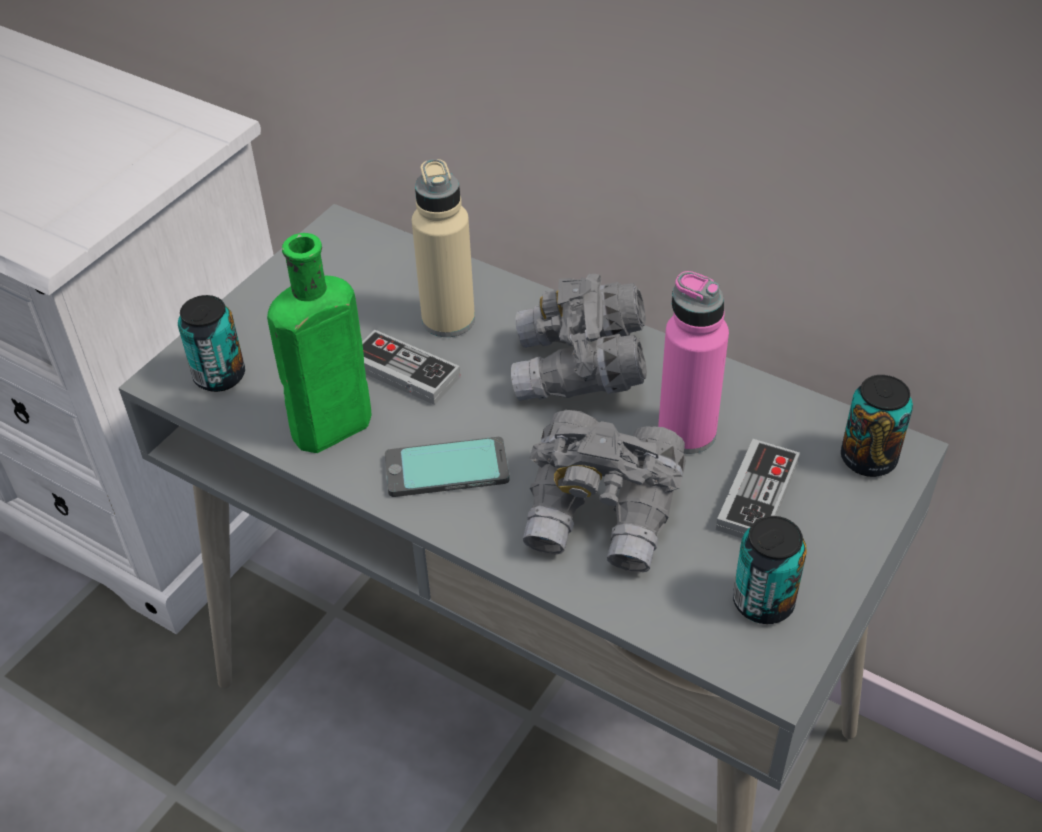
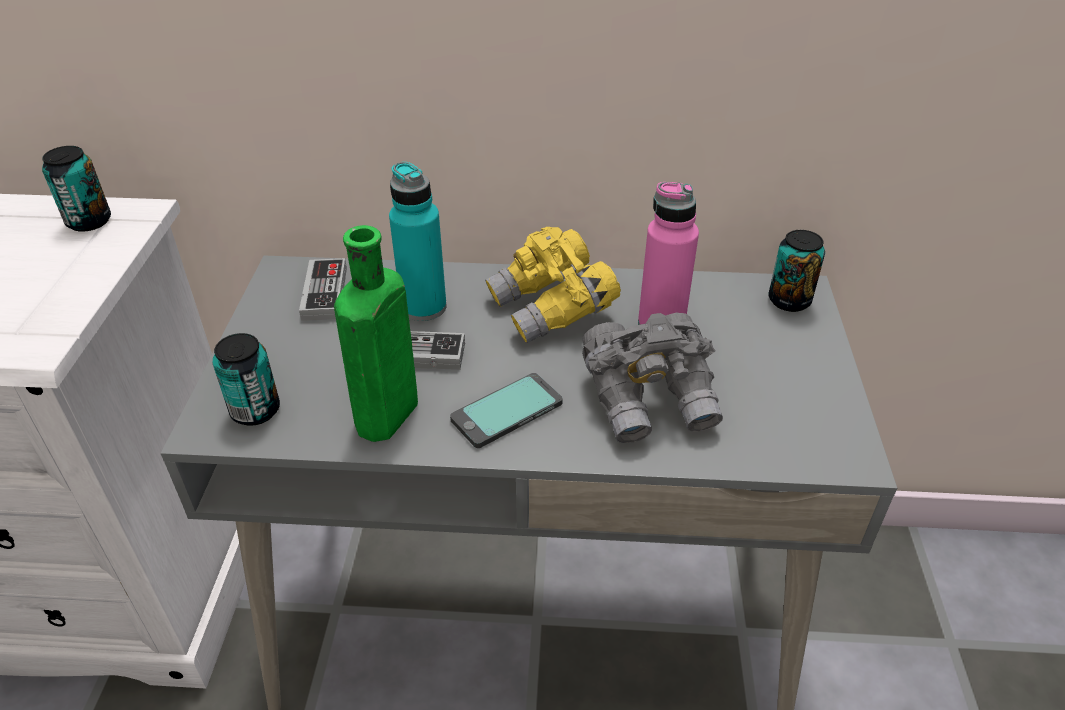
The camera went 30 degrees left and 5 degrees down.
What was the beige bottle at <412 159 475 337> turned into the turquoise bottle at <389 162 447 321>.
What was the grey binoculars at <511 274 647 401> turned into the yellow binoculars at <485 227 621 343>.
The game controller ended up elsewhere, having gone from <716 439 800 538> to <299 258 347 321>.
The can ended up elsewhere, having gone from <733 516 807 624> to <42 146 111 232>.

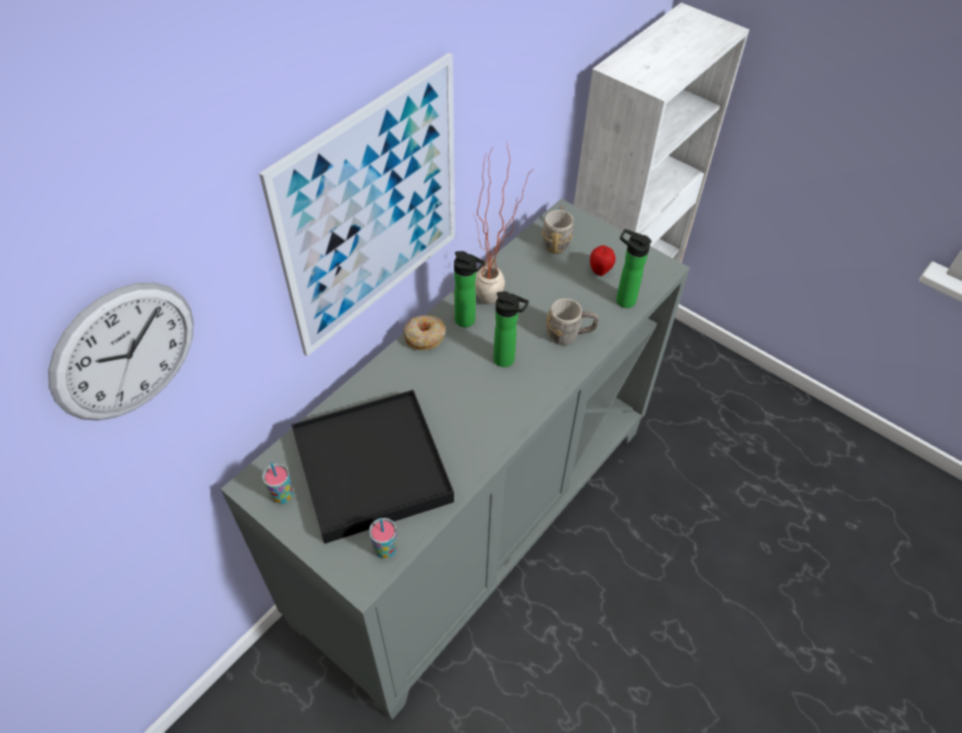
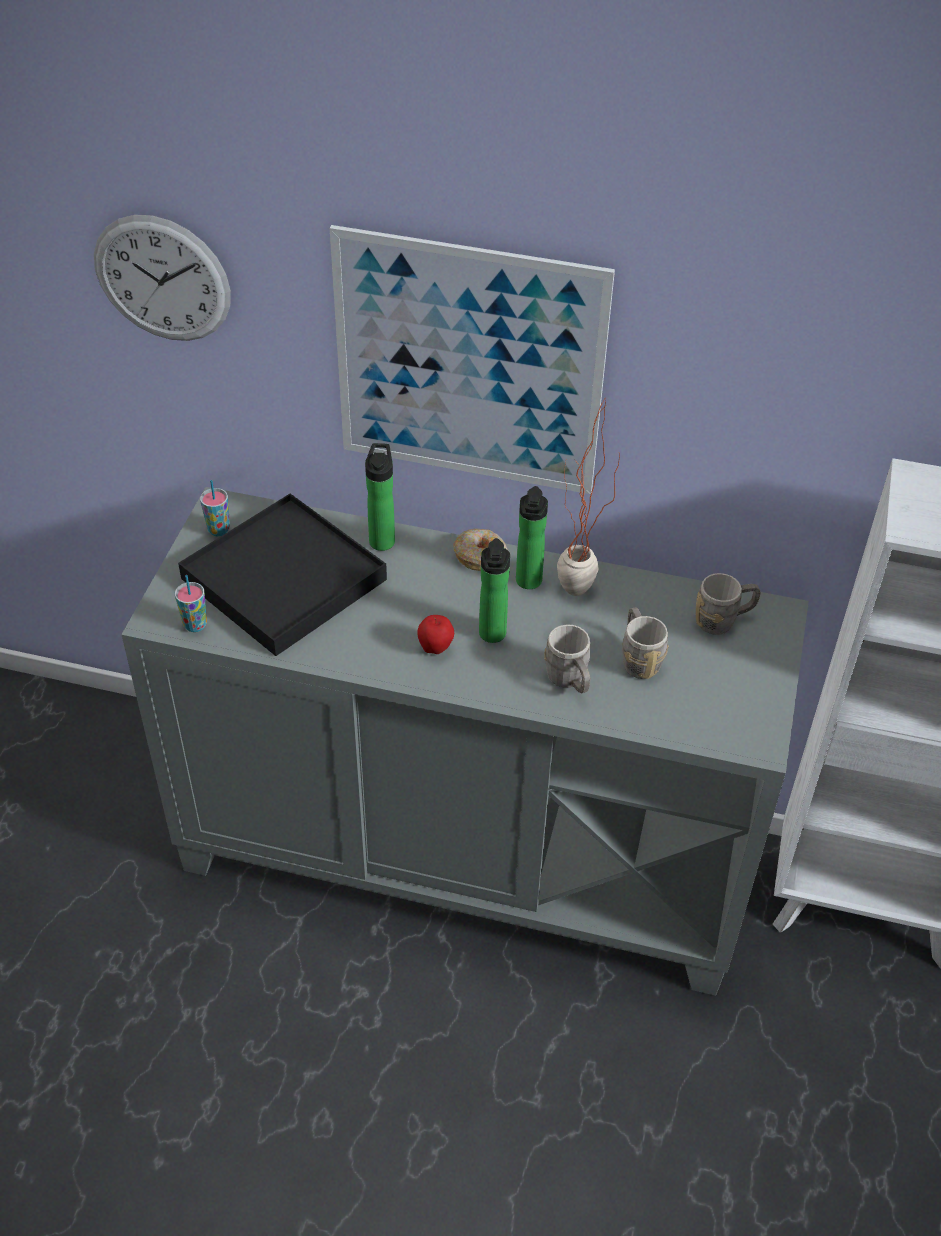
The camera went 65 degrees right and 5 degrees down.
The apple ended up elsewhere, having gone from <590 245 616 276> to <417 615 454 654>.
The bottle ended up elsewhere, having gone from <616 229 652 308> to <365 443 395 551>.
The second view gained the grey mug at <622 607 669 679>.

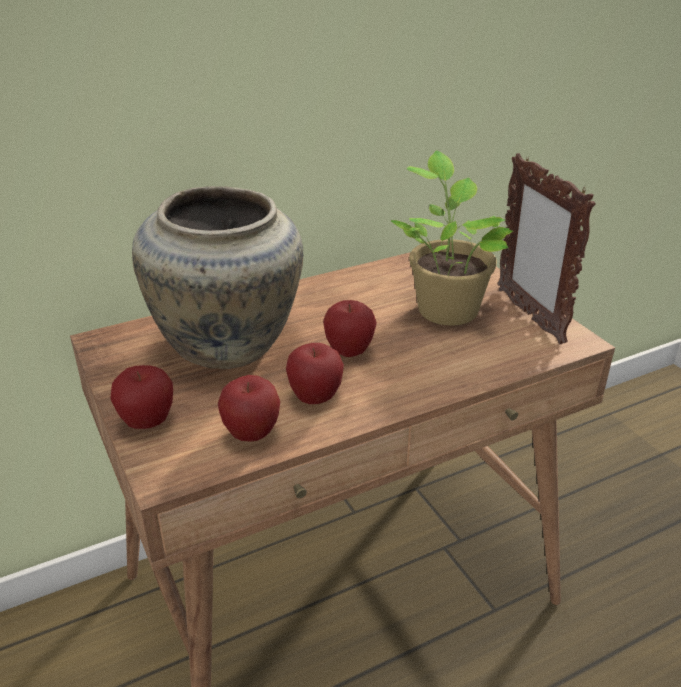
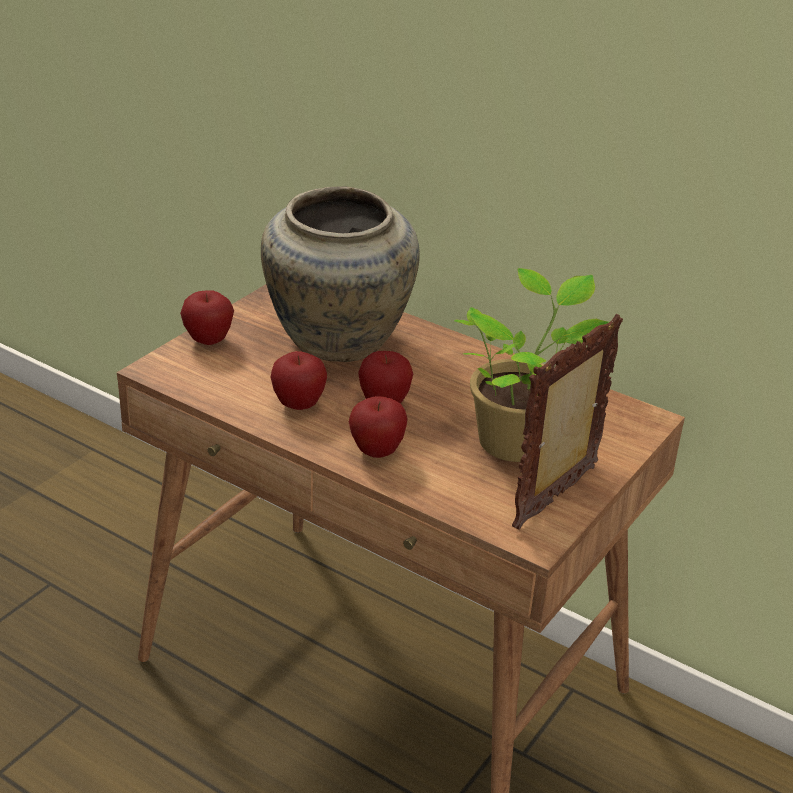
The camera went 60 degrees right and 0 degrees up.
The apple ended up elsewhere, having gone from <218 375 280 441> to <349 396 408 458>.

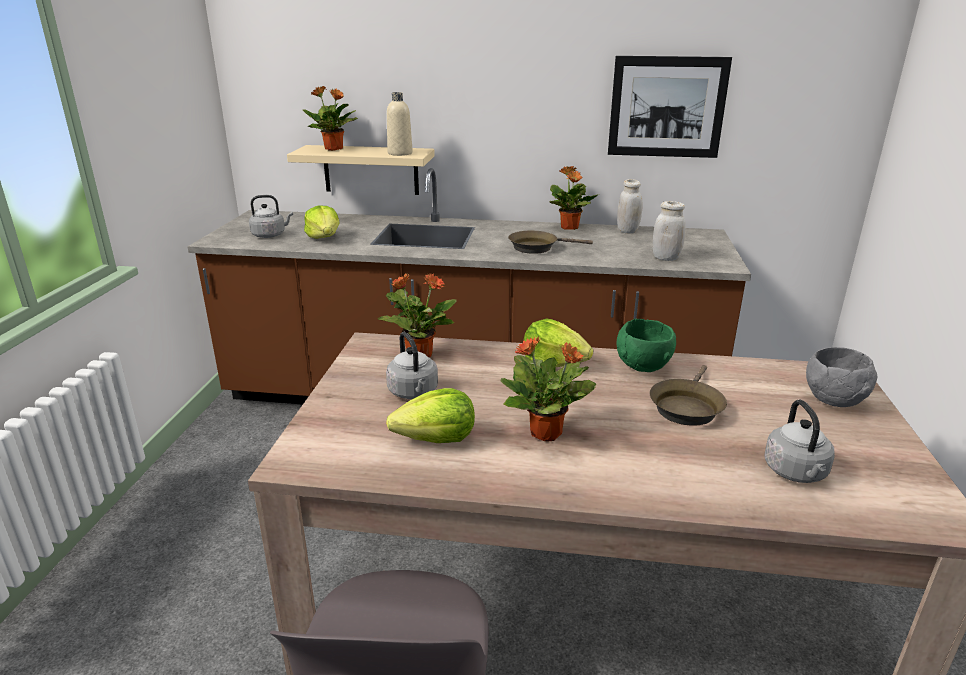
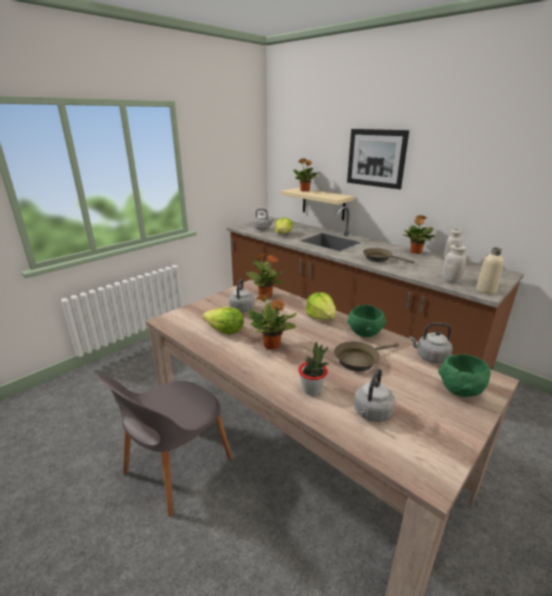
The camera went 35 degrees right and 0 degrees up.
The beige bottle ended up elsewhere, having gone from <387 92 413 156> to <476 247 504 294>.
The picture ended up elsewhere, having gone from <608 56 732 158> to <347 129 409 189>.
What was the grey bowl at <806 347 877 407> turned into the green bowl at <438 354 491 397>.
The second view gained the potted plant at <298 342 329 396>.
The second view gained the grey kettle at <409 323 453 363>.

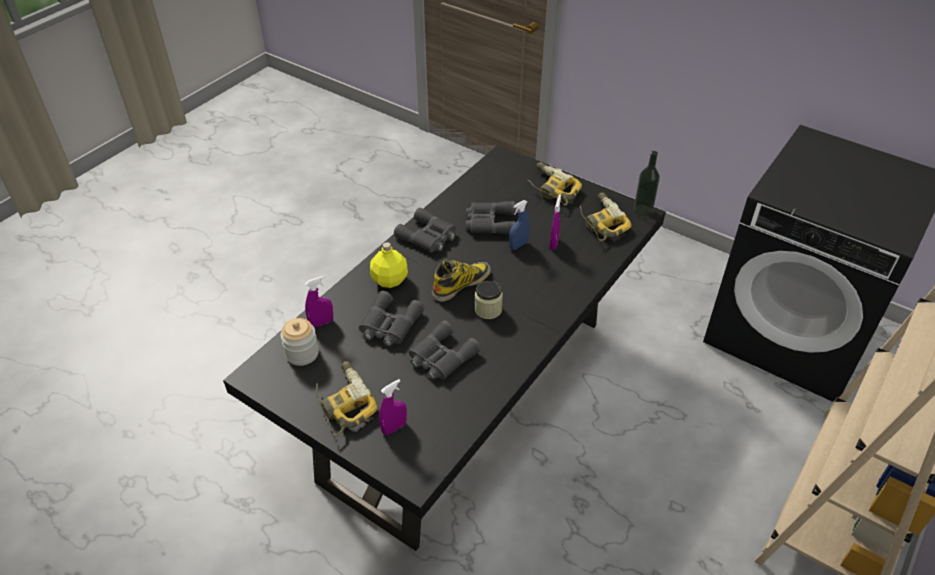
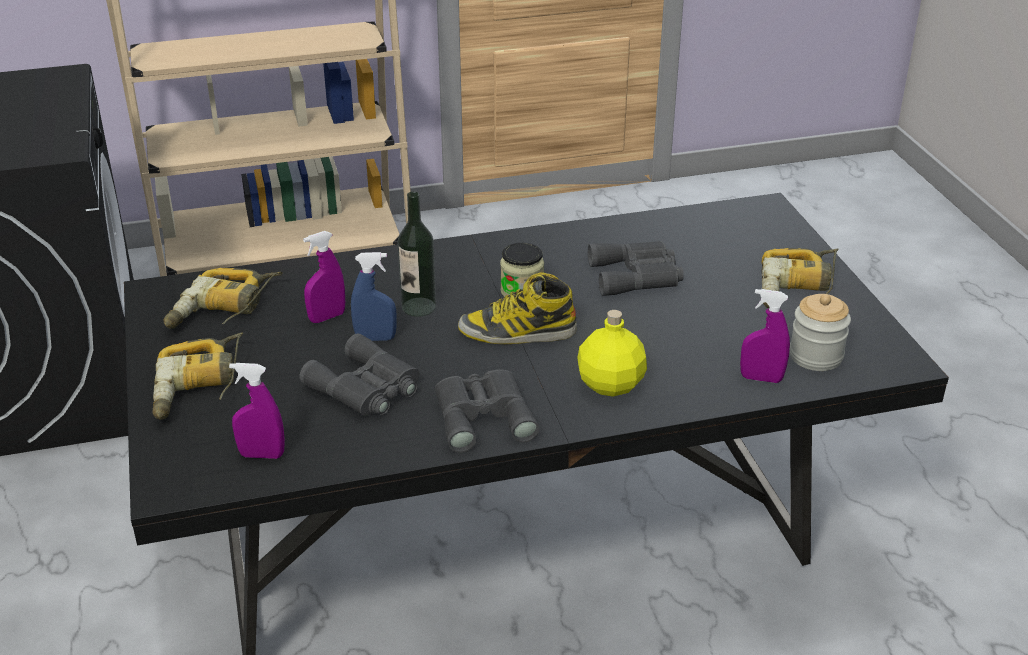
The camera went 140 degrees left and 10 degrees down.
The second view lost the grey binoculars at <359 291 424 347>.
The purple spray bottle ended up elsewhere, having gone from <379 379 407 435> to <229 363 285 459>.
The bottle ended up elsewhere, having gone from <634 151 660 217> to <398 192 436 317>.

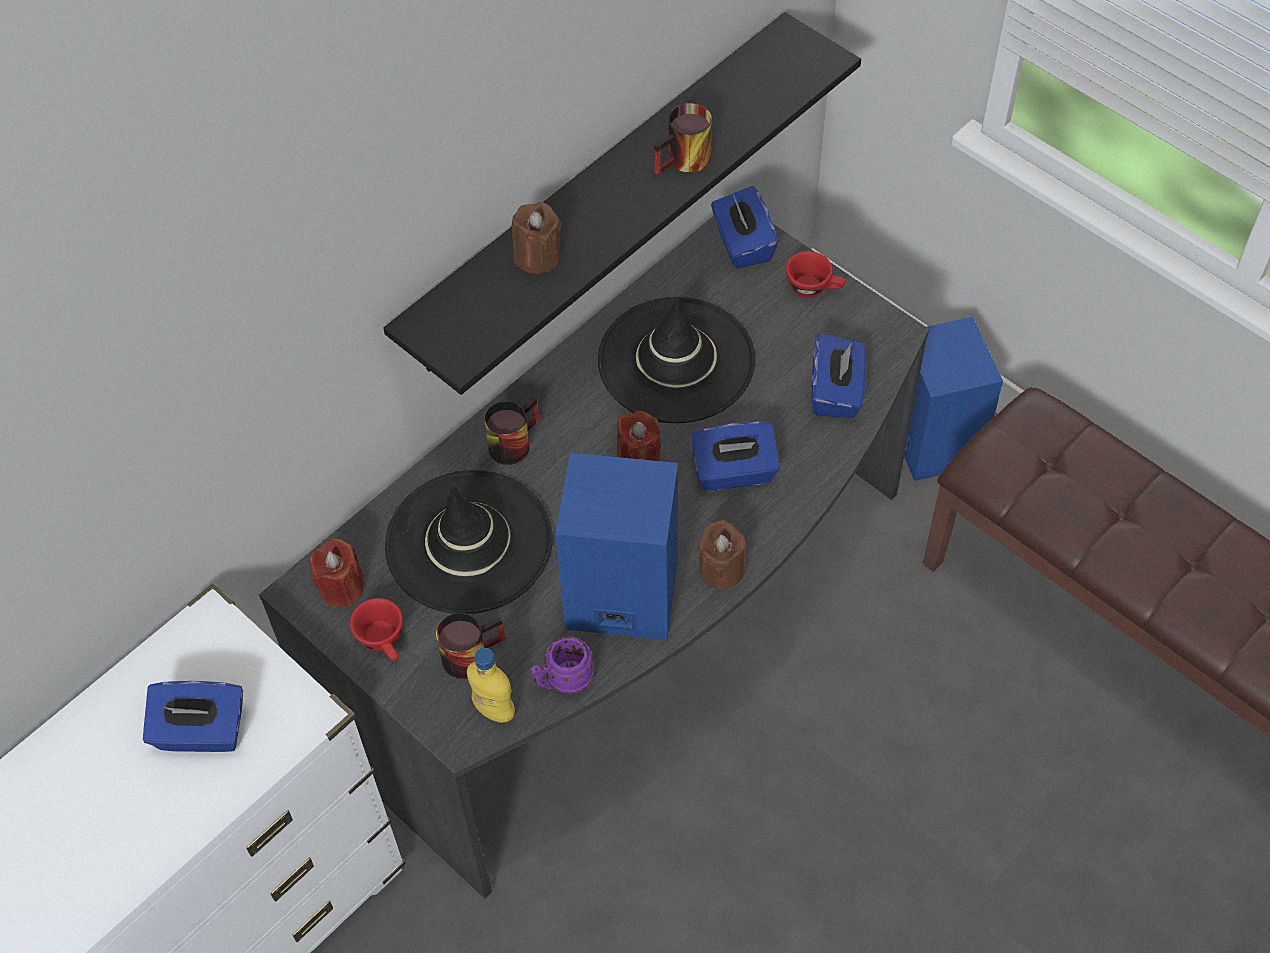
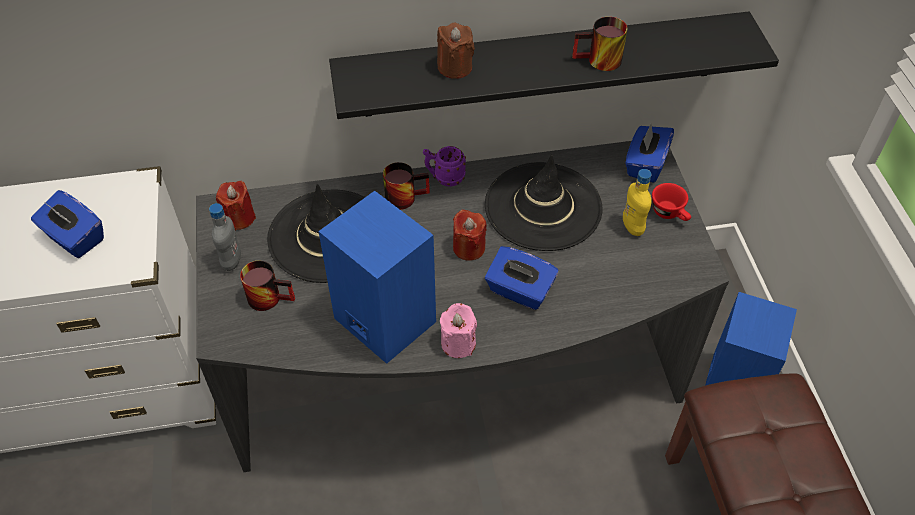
The camera went 35 degrees right and 5 degrees down.
Where the red cup stood at <350 598 403 661>, the grey bottle came to stand at <209 203 241 271>.
The yellow bottle ended up elsewhere, having gone from <467 648 515 723> to <623 169 652 236>.
The purple mug ended up elsewhere, having gone from <531 636 594 694> to <423 146 466 186>.
What was the brown candle at <697 520 747 590> turned into the pink candle at <440 303 477 358>.
The second view lost the blue tissue box at <812 333 866 418>.

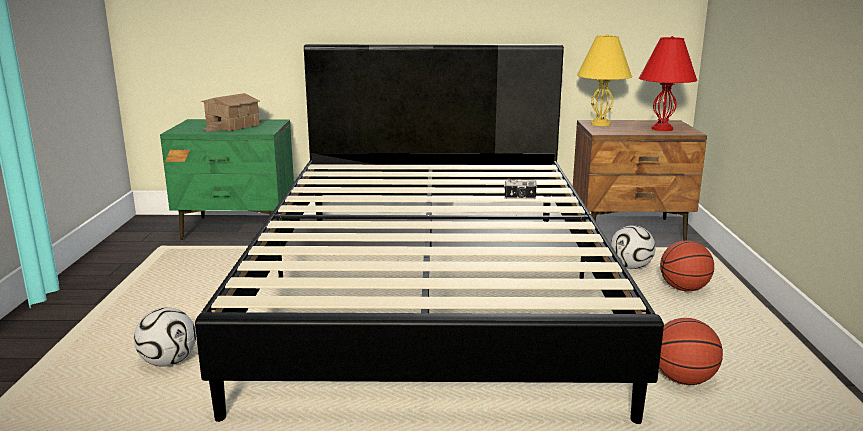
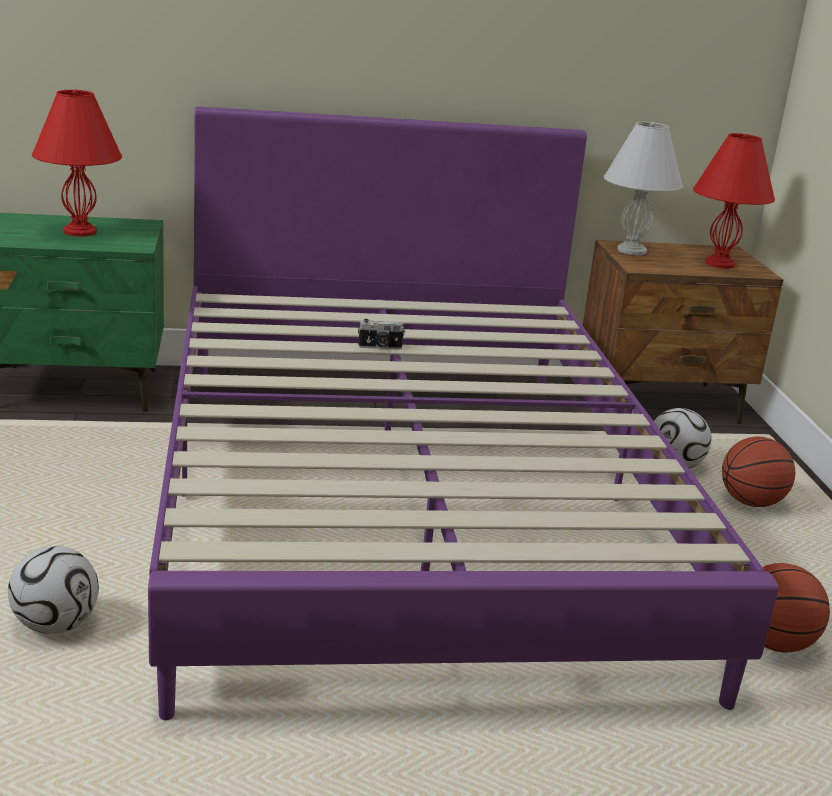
The camera went 10 degrees left and 5 degrees up.
What was the black bed at <195 44 664 424> turned into the purple bed at <148 106 778 721>.
Where the toy house stood at <201 93 262 132>, the red table lamp came to stand at <32 89 122 236>.
The photo camera ended up elsewhere, having gone from <504 178 537 199> to <358 319 405 349>.
What was the yellow table lamp at <577 34 632 126> turned into the white table lamp at <604 122 683 255>.

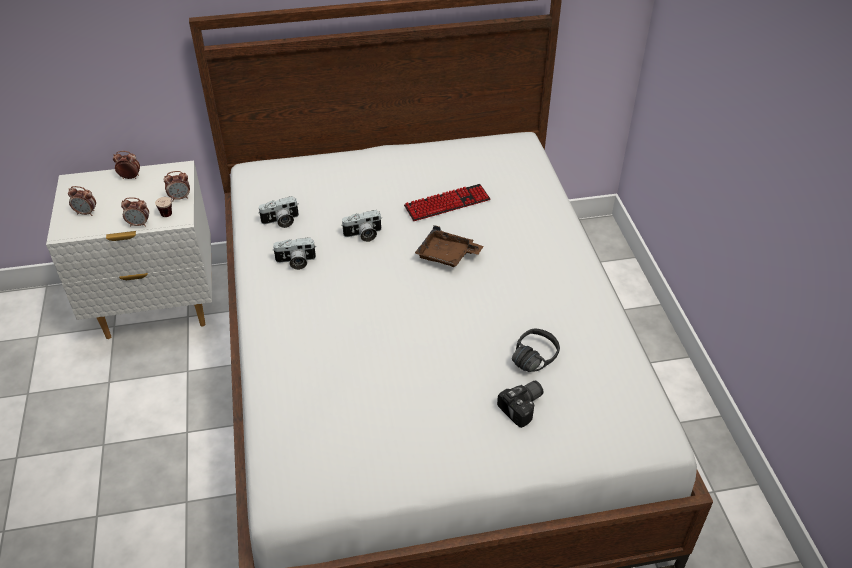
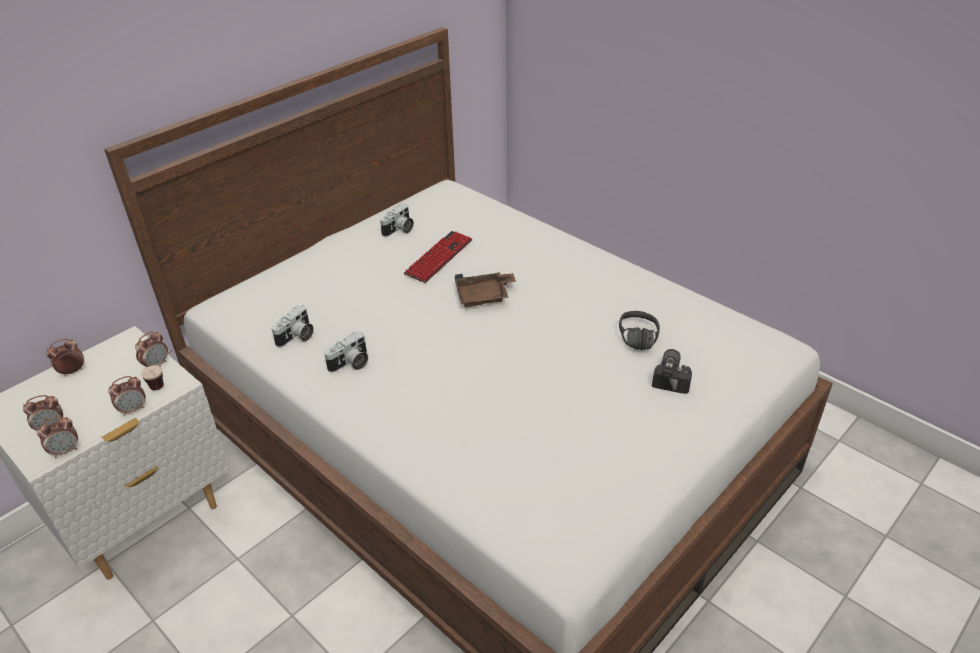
The camera went 35 degrees left and 5 degrees down.
The photo camera ended up elsewhere, having gone from <342 210 382 242> to <380 204 414 237>.
The second view gained the alarm clock at <37 417 78 458>.

